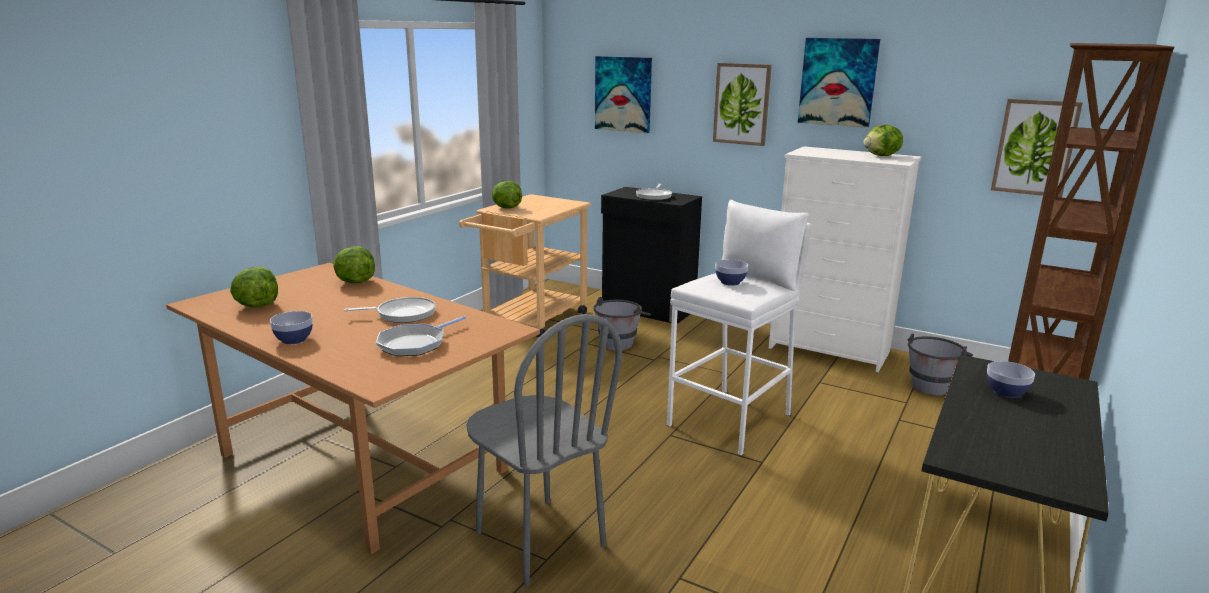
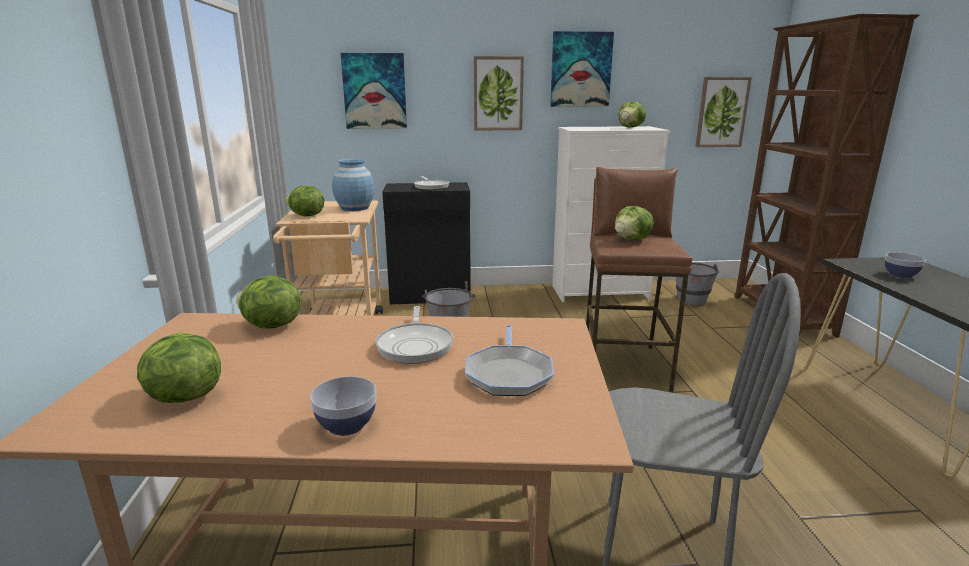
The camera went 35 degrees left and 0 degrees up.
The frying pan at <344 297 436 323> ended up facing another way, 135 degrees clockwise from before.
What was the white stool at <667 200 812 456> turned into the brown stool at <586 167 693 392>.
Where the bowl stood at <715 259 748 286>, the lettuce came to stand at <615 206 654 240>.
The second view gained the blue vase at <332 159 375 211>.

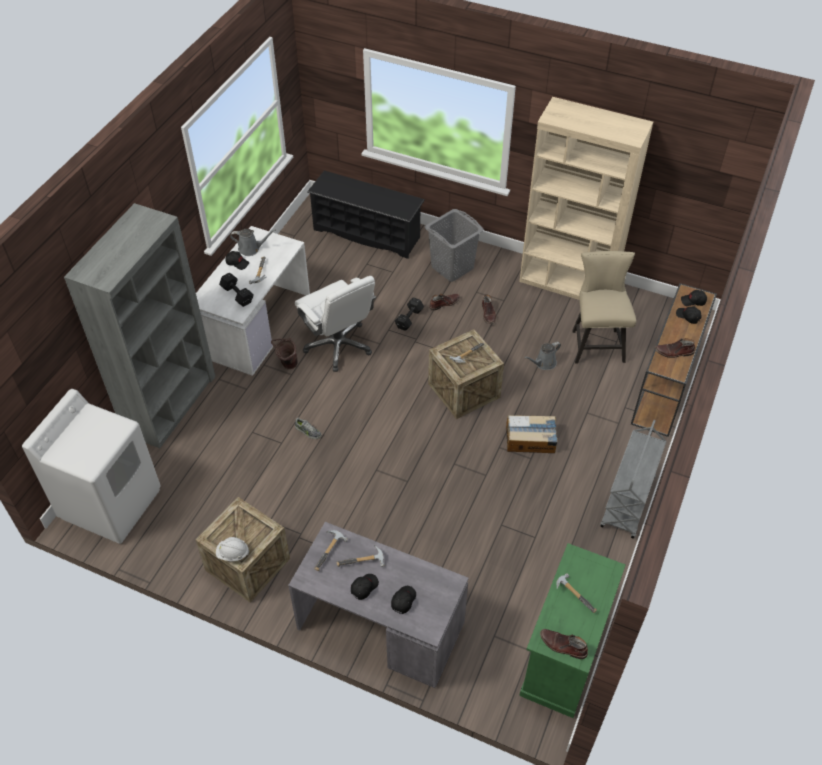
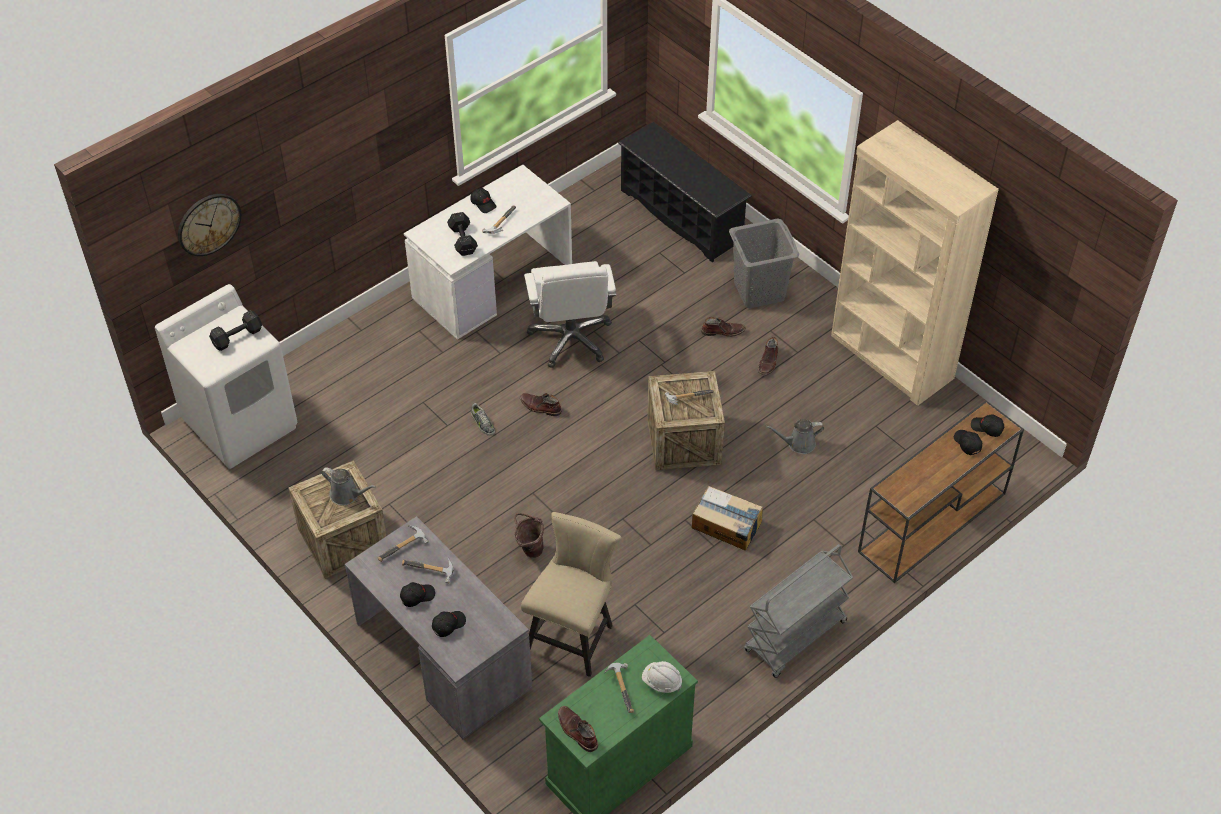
The camera went 25 degrees right and 0 degrees up.
The second view lost the grey bookcase at <64 203 216 448>.
The white hard hat ended up elsewhere, having gone from <216 537 249 561> to <642 661 682 693>.
The grey watering can ended up elsewhere, having gone from <230 229 276 256> to <321 467 376 505>.
The brown bucket ended up elsewhere, having gone from <271 338 298 369> to <514 513 544 558>.
The black dumbbell ended up elsewhere, having gone from <395 298 424 331> to <209 310 262 351>.
The beige chair ended up elsewhere, having gone from <572 251 636 364> to <521 512 622 677>.
The brown boot ended up elsewhere, having gone from <655 338 695 358> to <520 393 562 416>.
The second view gained the wall clock at <178 194 241 256>.

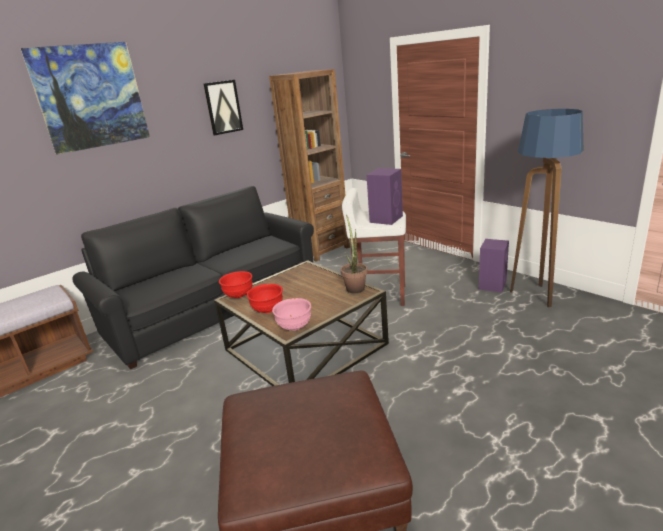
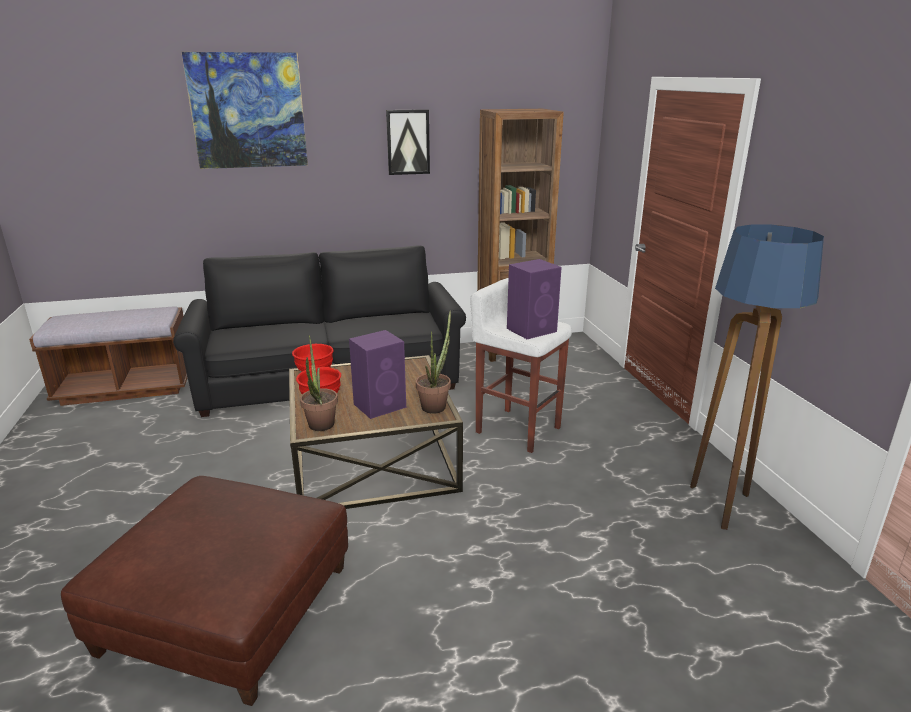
The camera went 25 degrees right and 0 degrees up.
Where the pink bowl stood at <272 298 311 330>, the potted plant came to stand at <300 335 338 431>.
The purple speaker ended up elsewhere, having gone from <479 239 509 292> to <349 330 406 419>.

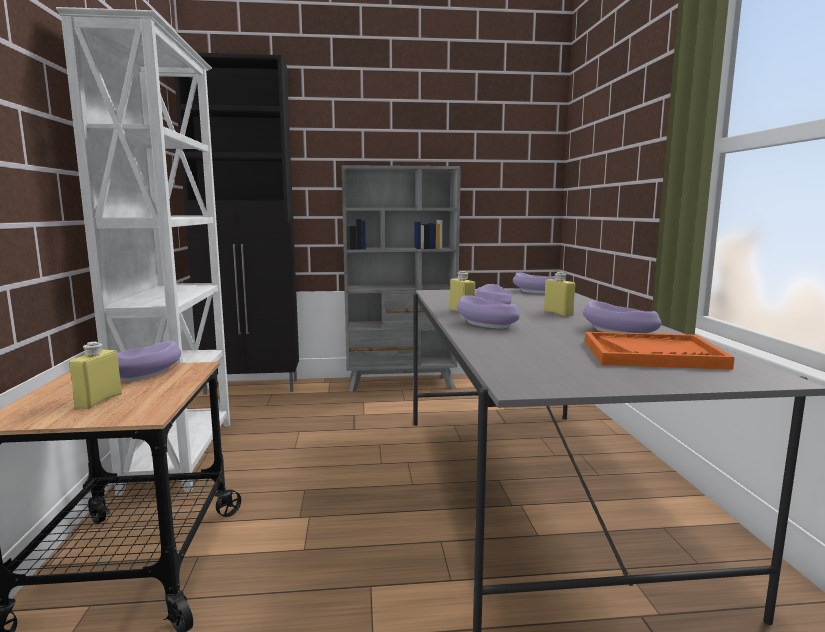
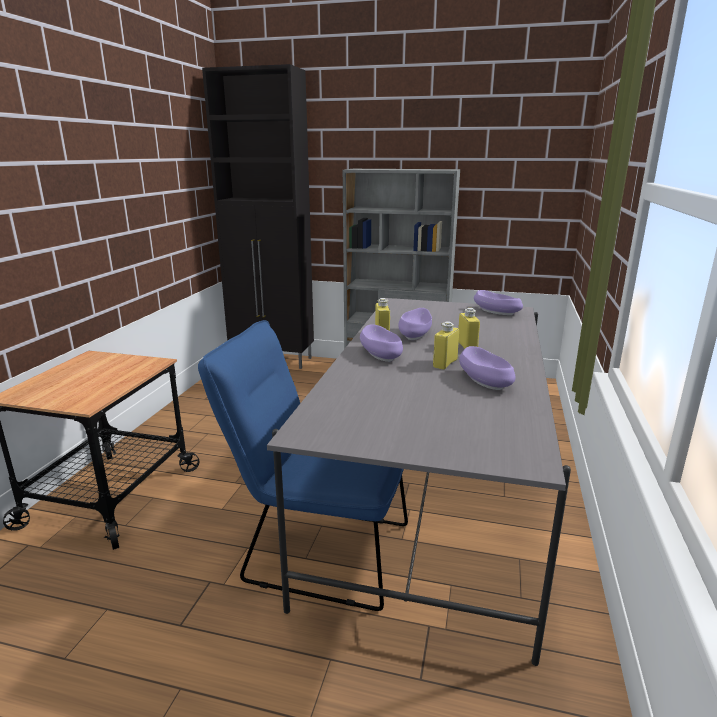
The camera went 20 degrees right and 10 degrees up.
The second view lost the white bookcase at <56 7 230 496>.
The yellow bottle ended up elsewhere, having gone from <69 342 122 409> to <433 321 459 370>.
The second view lost the purple bowl at <118 341 181 382>.
The second view lost the orange tray at <585 332 735 370>.
The second view gained the blue chair at <198 320 408 611>.

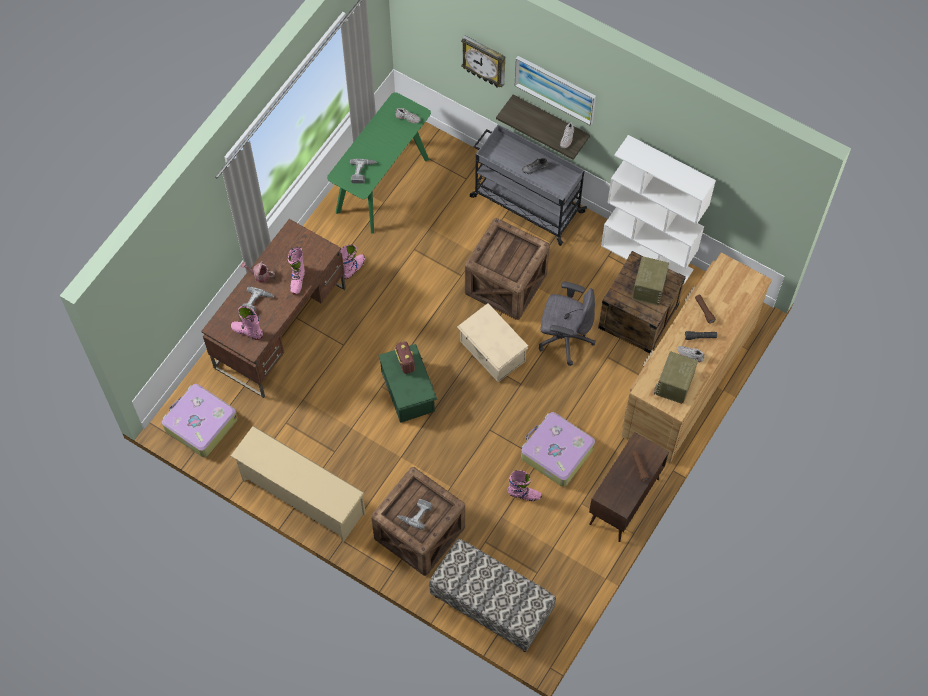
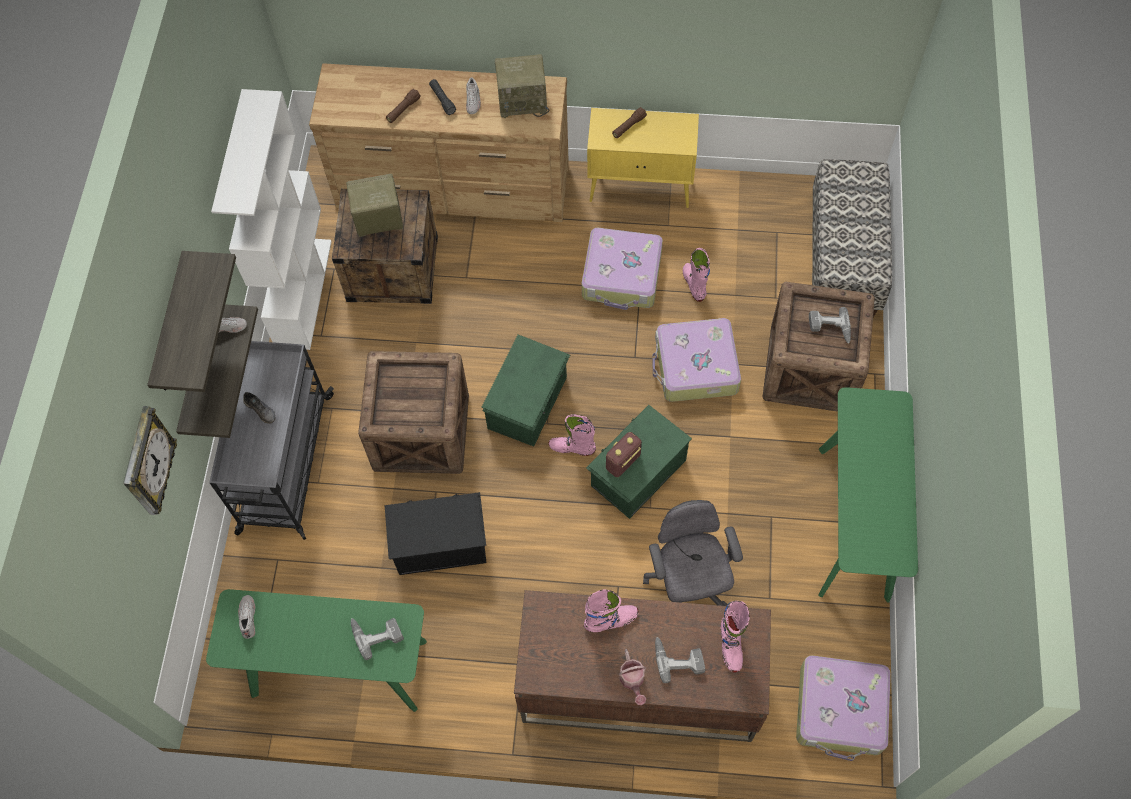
The camera went 115 degrees left and 0 degrees up.
Where the beige shoe rack stood at <231 426 366 542>, the green console table came to stand at <818 387 918 603>.
The pink boot ended up elsewhere, having gone from <340 244 365 279> to <548 414 596 456>.
What was the beige storage box at <457 303 528 382> turned into the green storage box at <481 334 570 447>.
Where the picture hung at <514 56 596 126>, the shelf came to hang at <147 251 236 392>.
The grey office chair ended up elsewhere, having gone from <539 282 596 366> to <643 500 743 606>.
What was the brown cabinet at <589 432 669 542> turned into the yellow cabinet at <587 108 699 208>.
The second view gained the black storage box at <385 492 486 575>.
The second view gained the suitcase at <652 318 741 402>.

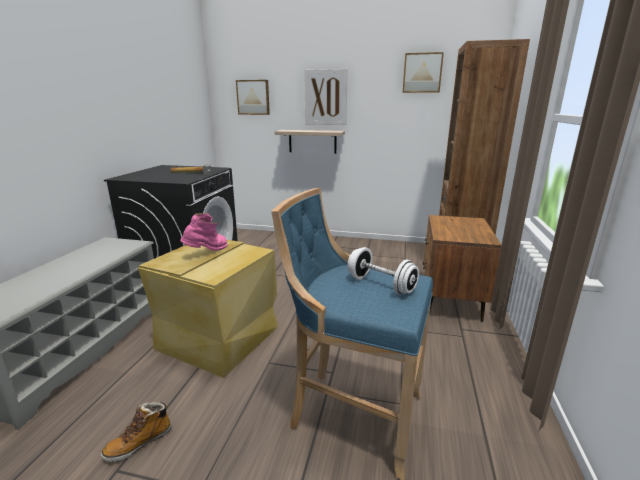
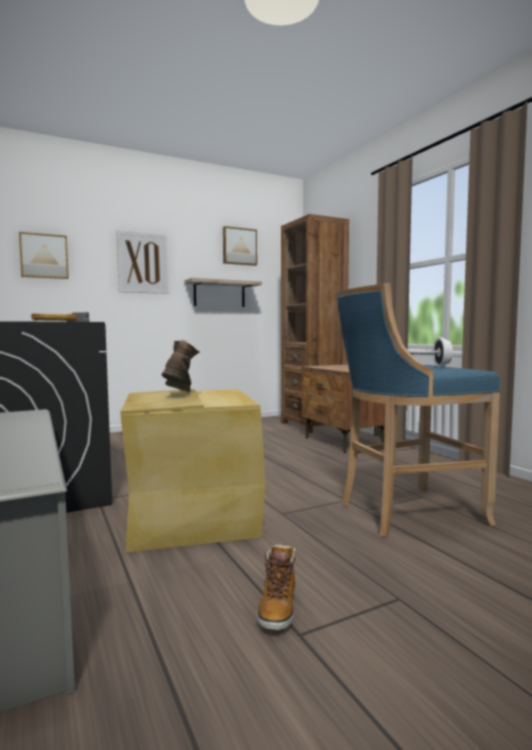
The camera went 40 degrees left and 15 degrees down.
What was the pink boot at <180 213 227 251> turned into the brown boot at <161 340 200 393>.
The shelf ended up elsewhere, having gone from <275 130 345 154> to <184 278 262 307>.

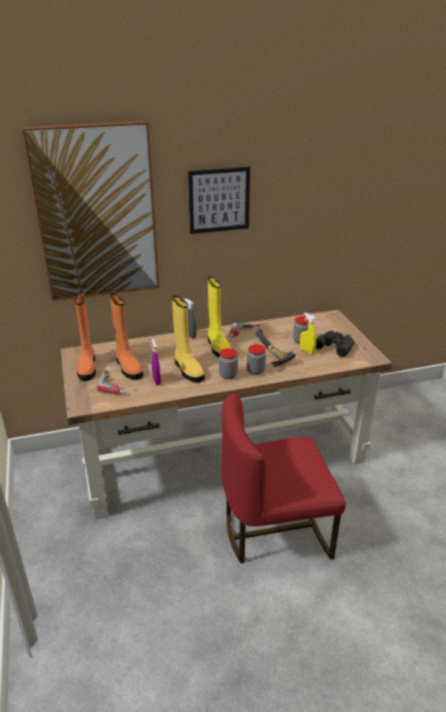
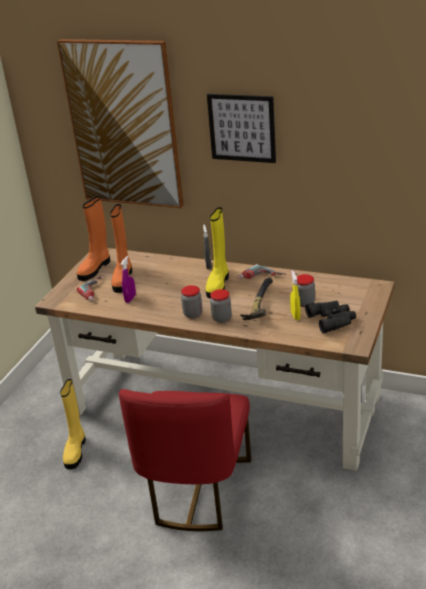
The camera went 40 degrees right and 0 degrees up.
The yellow boot ended up elsewhere, having gone from <172 296 205 383> to <60 379 86 469>.
The red chair at <221 394 346 563> ended up facing another way, 105 degrees counterclockwise from before.

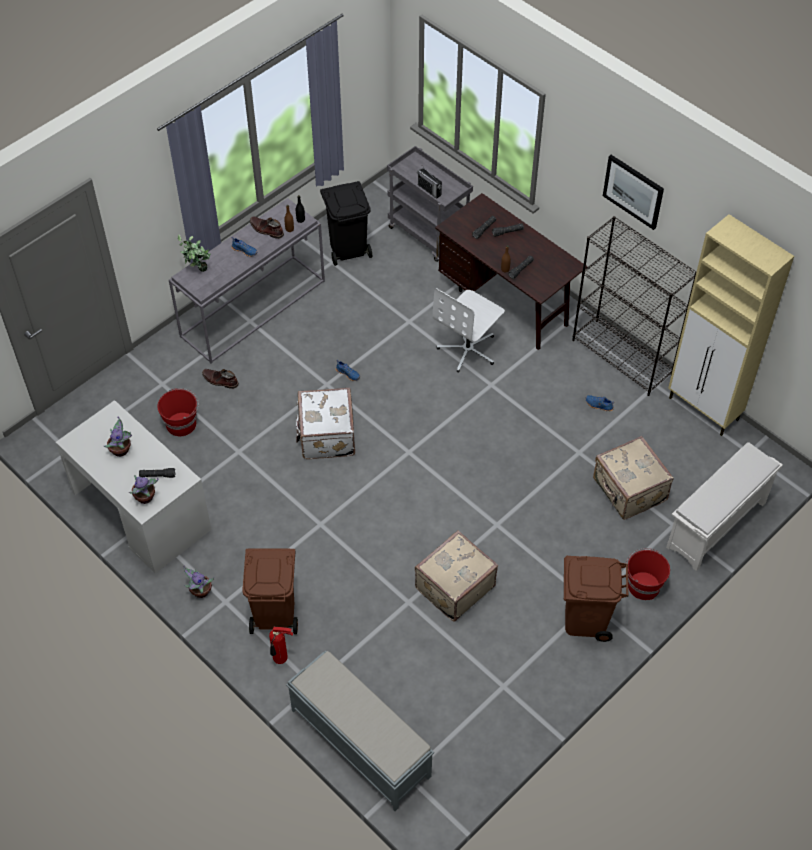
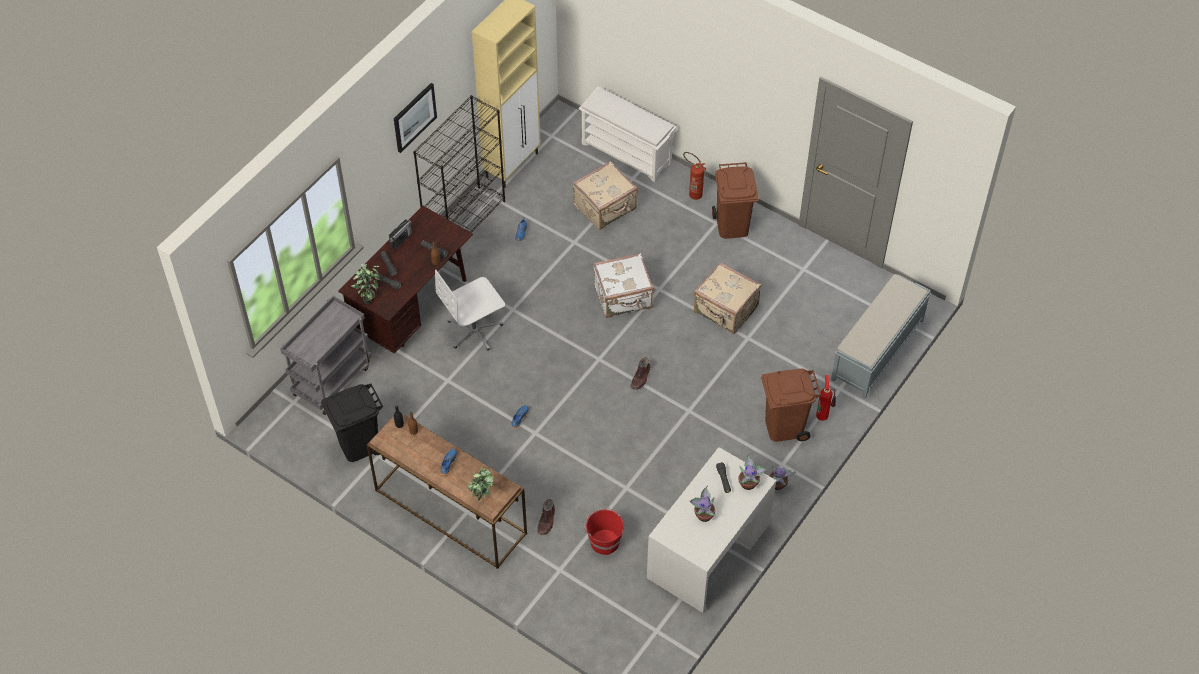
The camera went 100 degrees left and 0 degrees up.
What was the grey console table at <169 198 325 364> turned into the brown console table at <367 414 527 569>.
The brown boot ended up elsewhere, having gone from <250 216 284 239> to <631 357 650 390>.
The white suitcase ended up elsewhere, having gone from <296 388 355 459> to <593 253 654 318>.
The radio ended up elsewhere, having gone from <417 165 442 199> to <389 220 412 250>.
The white office chair at <433 288 505 373> ended up facing another way, 120 degrees clockwise from before.
Where the red bucket stood at <625 548 670 600>, the fire extinguisher came to stand at <683 152 706 200>.
The second view gained the potted plant at <351 263 380 304>.

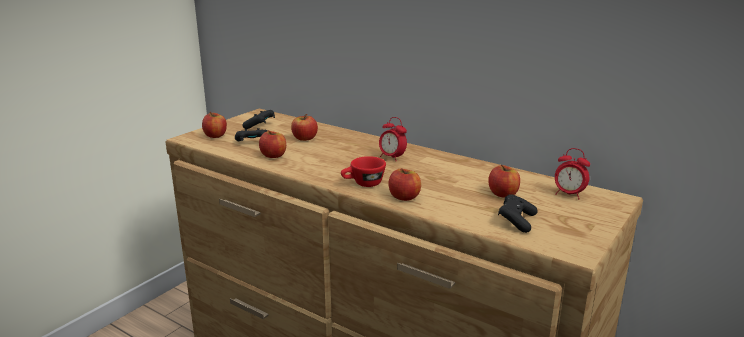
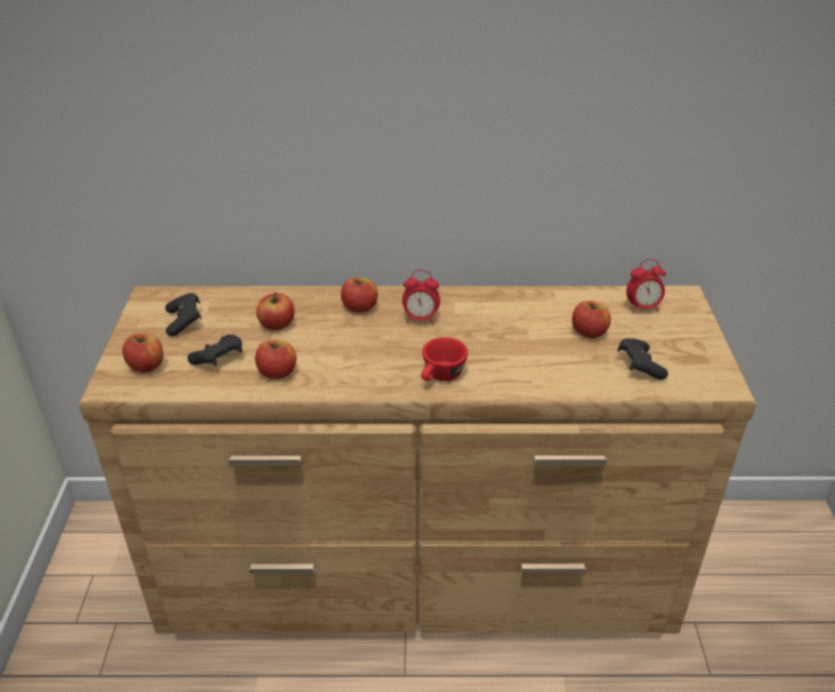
The camera went 35 degrees left and 15 degrees up.
The apple ended up elsewhere, having gone from <389 168 421 201> to <341 277 378 313>.

